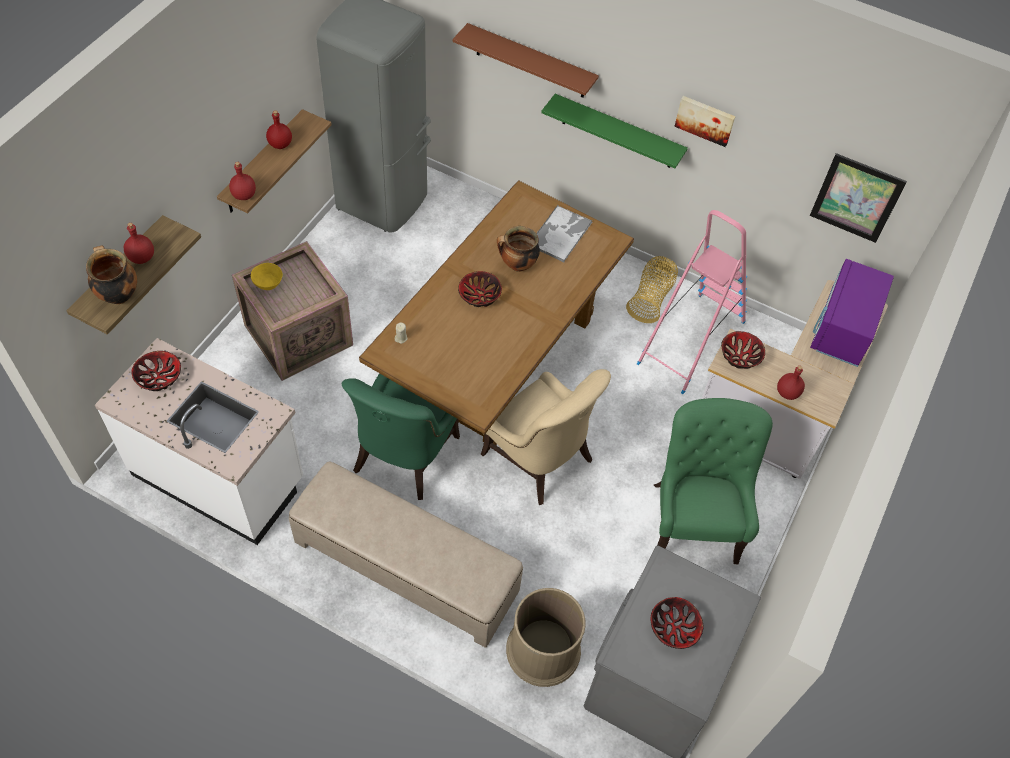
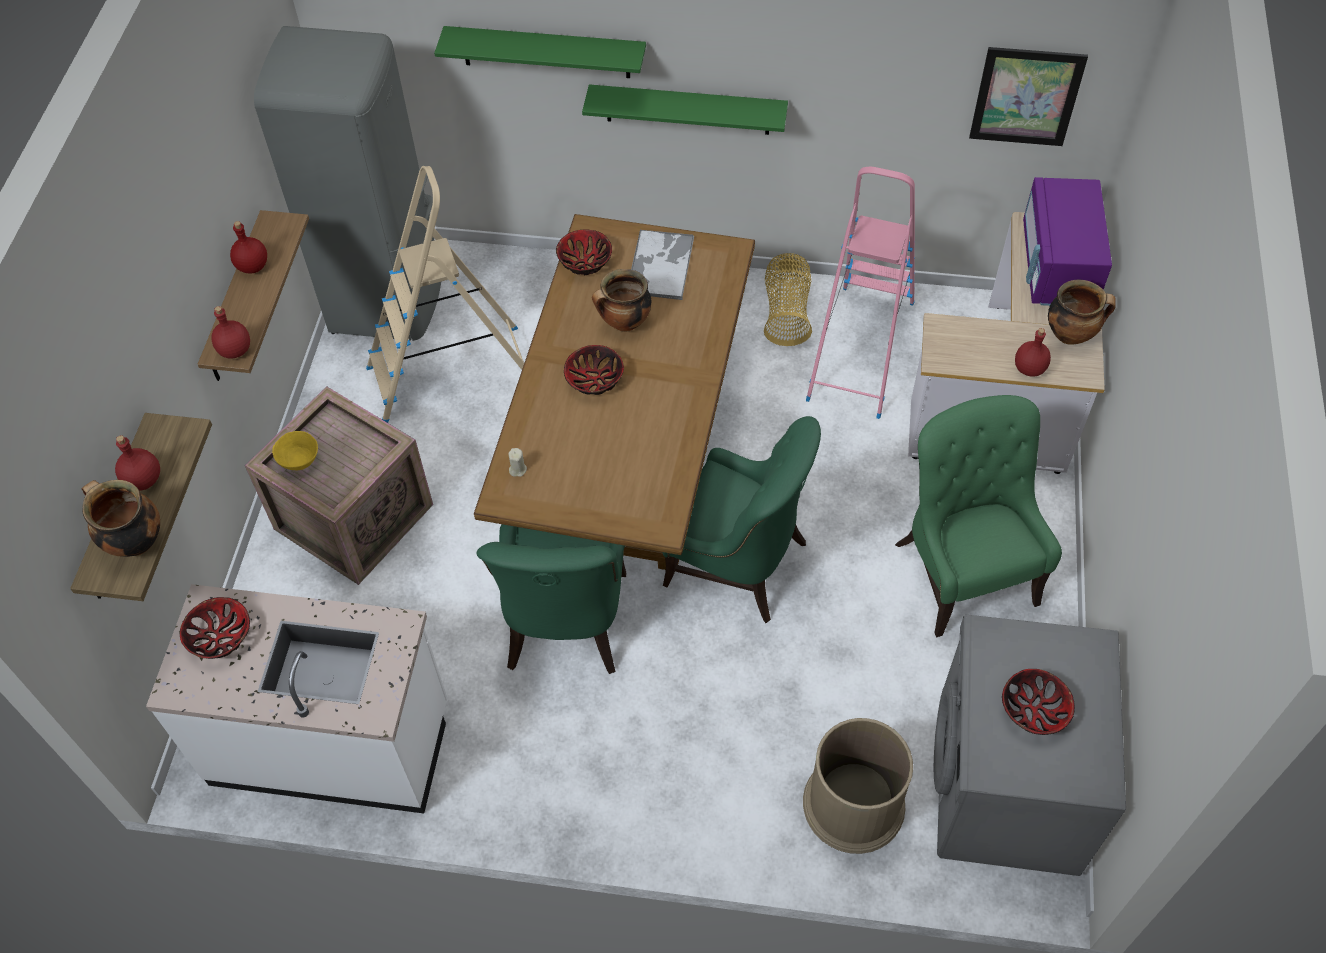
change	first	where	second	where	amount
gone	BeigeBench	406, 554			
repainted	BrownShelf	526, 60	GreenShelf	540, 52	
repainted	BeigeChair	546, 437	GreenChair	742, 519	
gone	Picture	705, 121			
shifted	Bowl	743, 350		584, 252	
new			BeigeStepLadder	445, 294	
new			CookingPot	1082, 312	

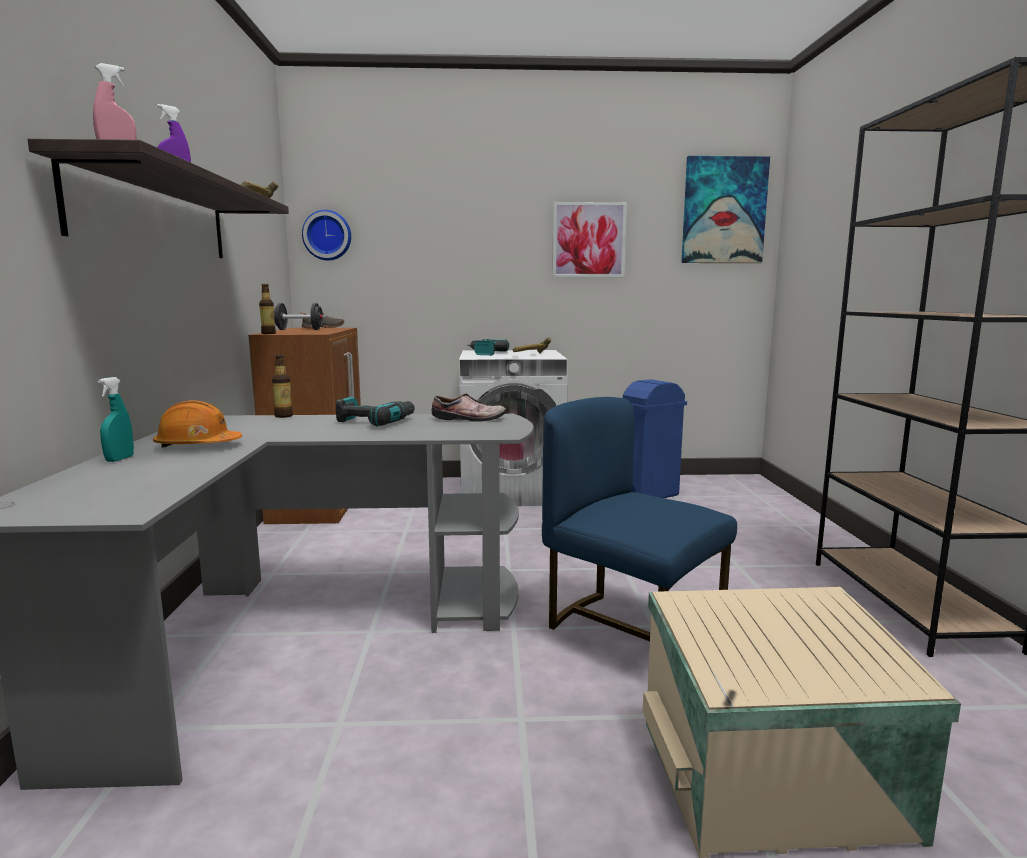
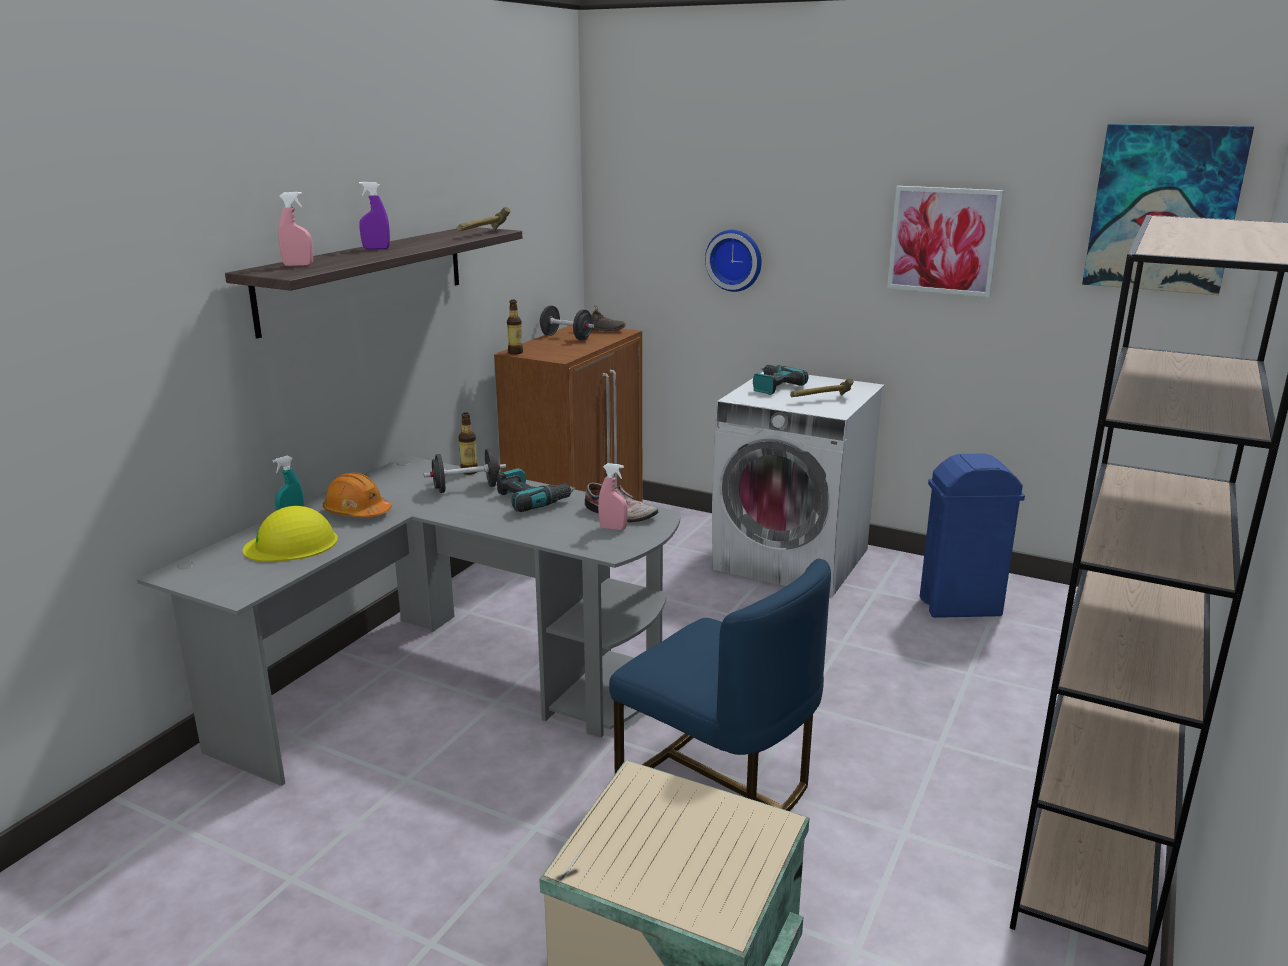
change	first	where	second	where	amount
shifted	WallClock	326, 235		733, 261	
rotated	BlueChair	639, 519		720, 685	150 degrees clockwise
new			YellowHardHat	290, 534	
new			BlackDumbbell	465, 471	
new			PinkSprayBottle	613, 496	

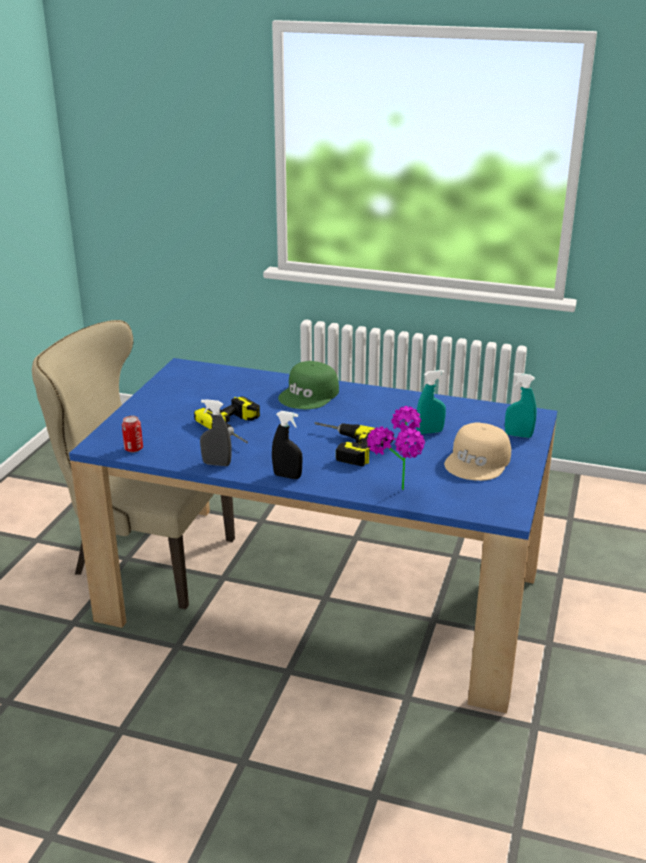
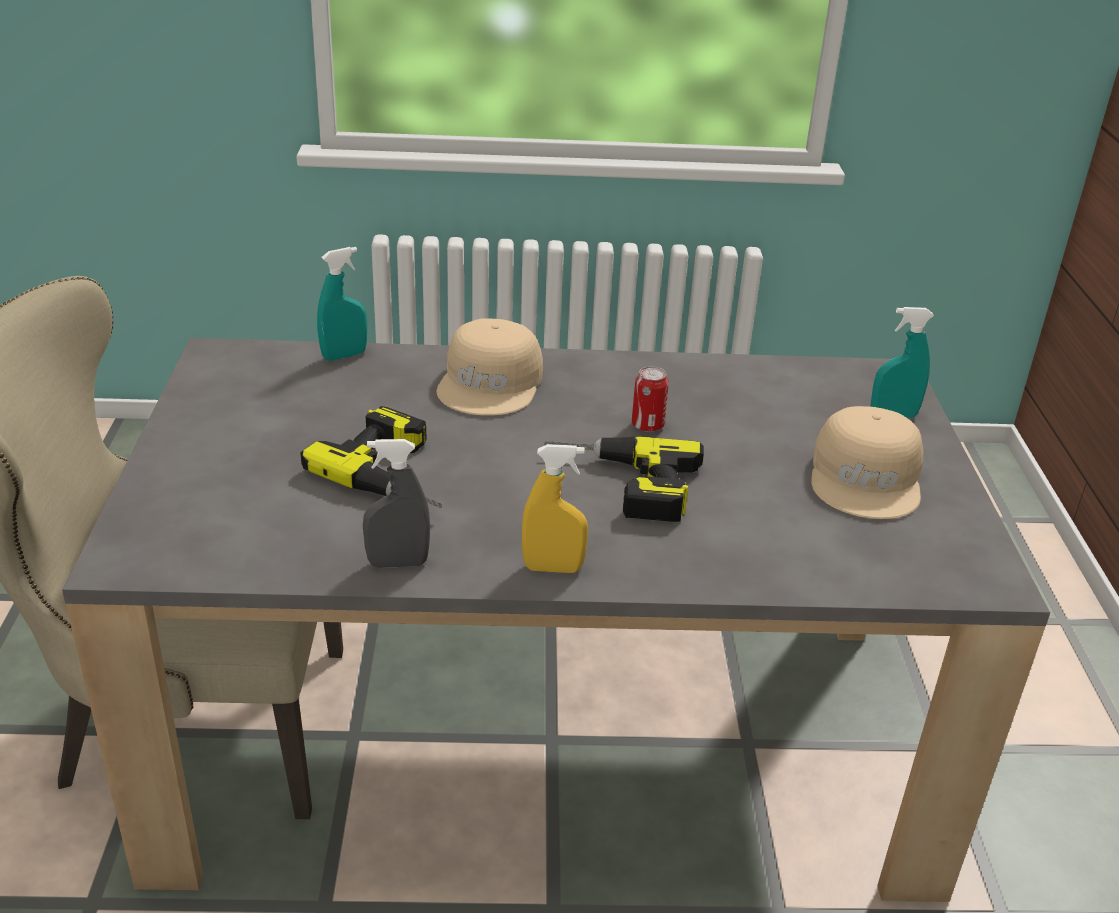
change	first	where	second	where	amount
repainted	BlueDiningTable	313, 535	GreyDiningTable	556, 620	
shifted	Can	132, 434		650, 399	
repainted	BlackSprayBottle	287, 445	YellowSprayBottle	555, 508	
repainted	GreenCap	308, 385	BeigeCap	489, 367	
gone	PottedPlant	396, 448			
shifted	TurquoiseSprayBottle	431, 402		342, 304	

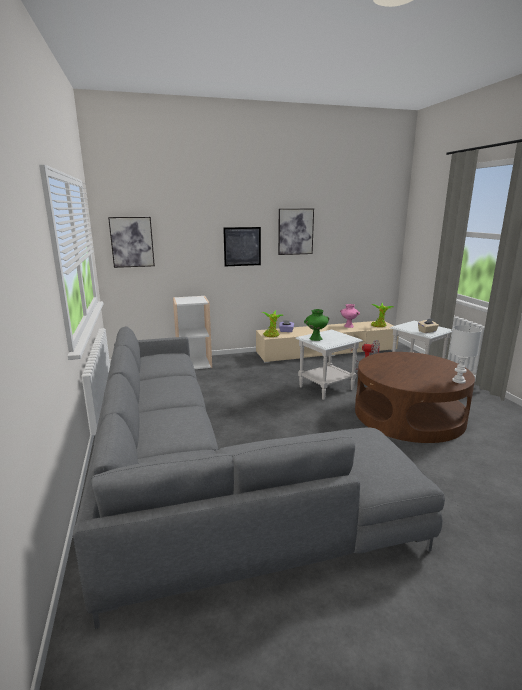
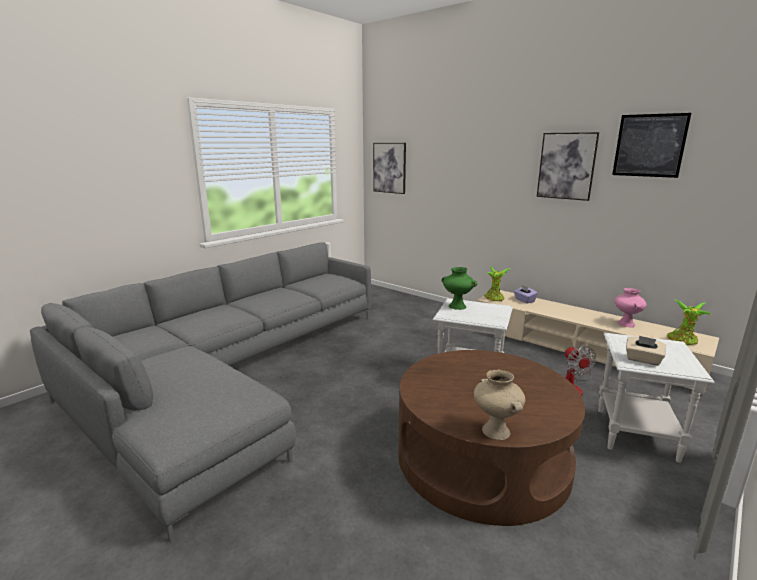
change	first	where	second	where	amount
gone	Bookcase	192, 332			
shifted	Picture	242, 246		651, 145	
swapped	WhiteTableLamp	466, 354	BeigeVase	499, 405	

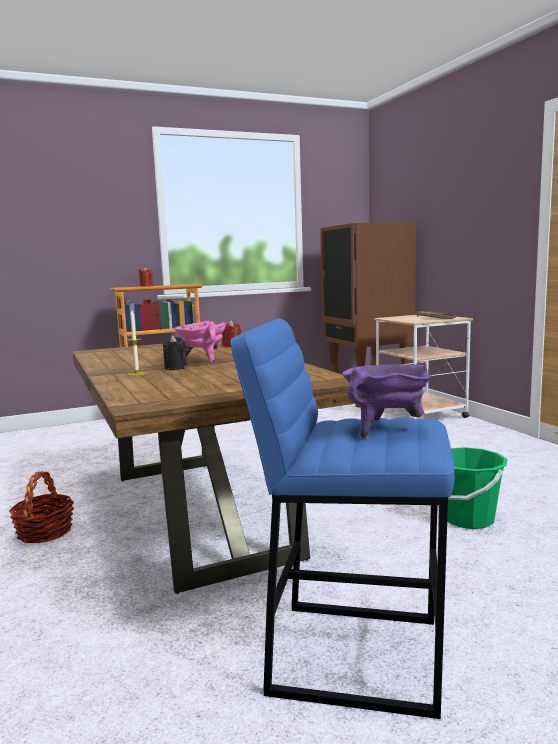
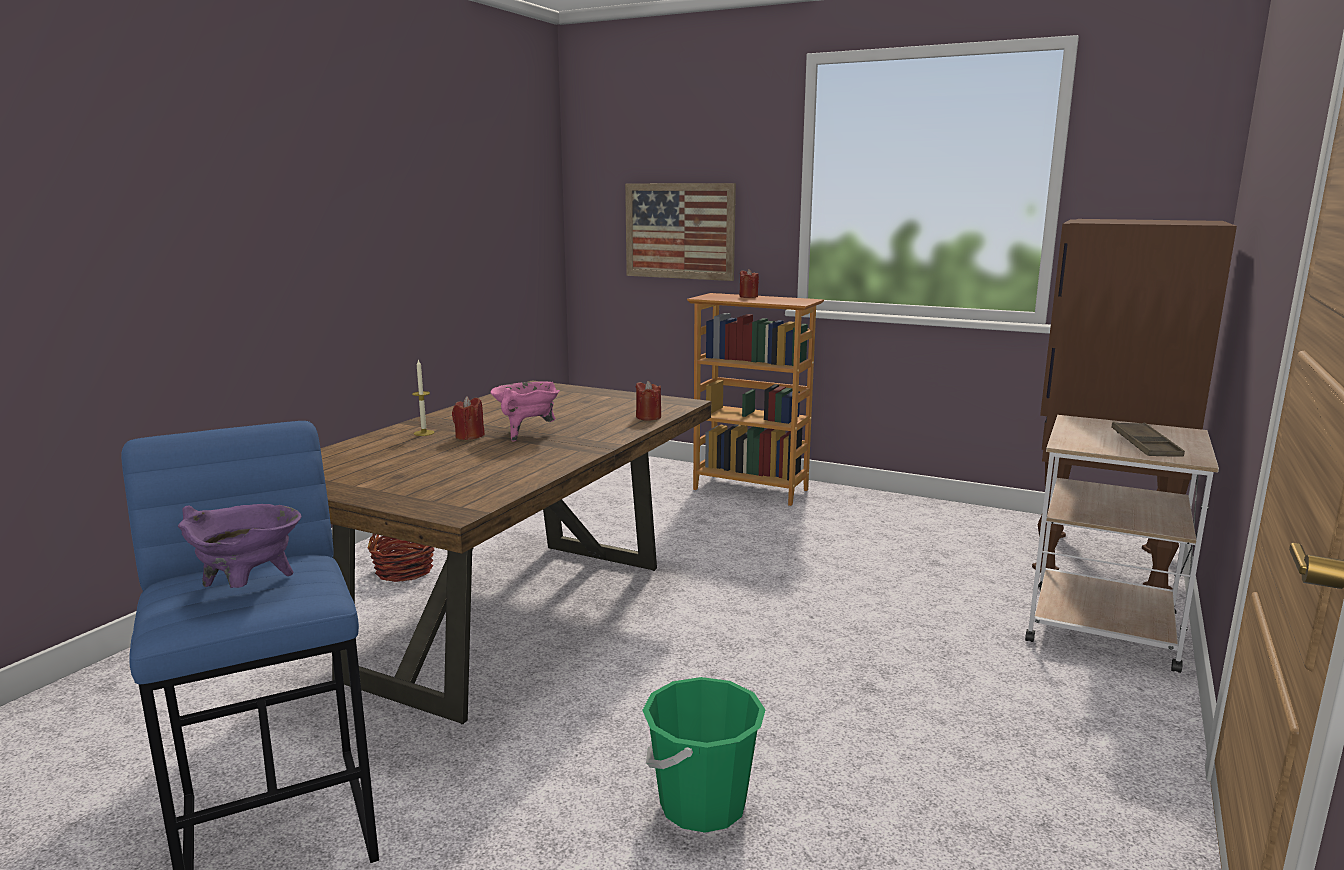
change	first	where	second	where	amount
repainted	BlackCandle	174, 353	RedCandle	468, 418	
new			Picture	680, 232	

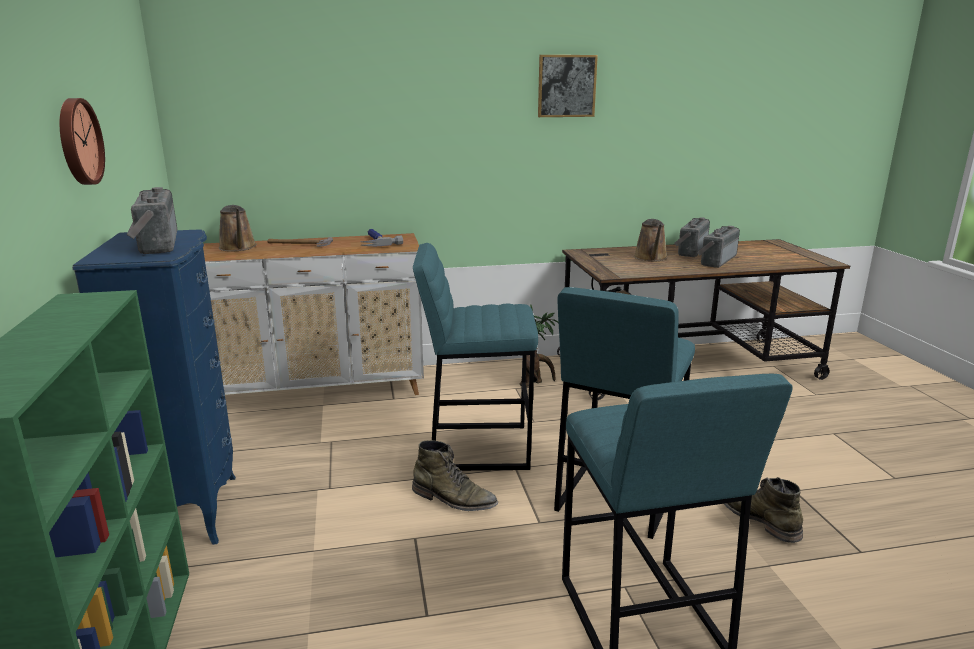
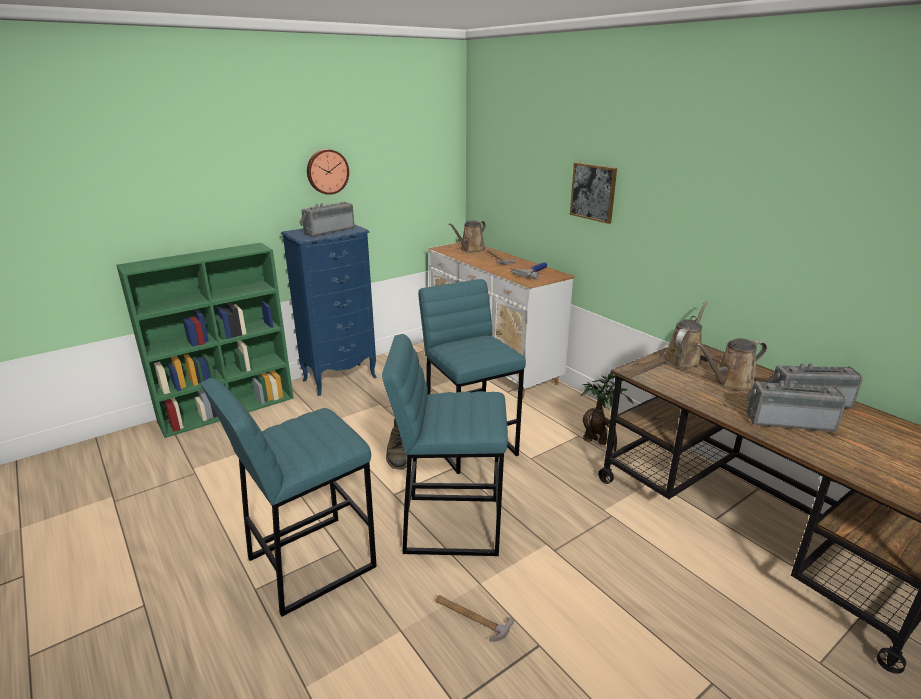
change	first	where	second	where	amount
shifted	Picture	568, 86		593, 193	
swapped	GreenBoot	763, 510	Hammer	475, 618	
new			BrownWateringCan	685, 334	

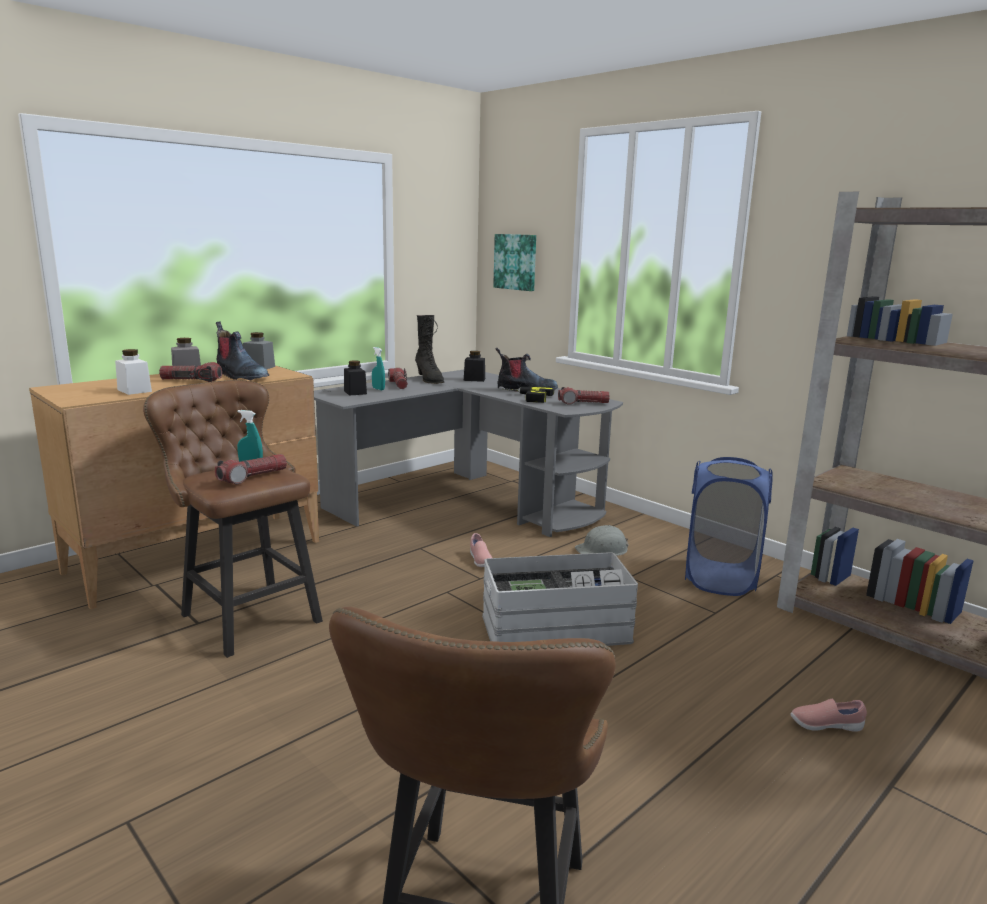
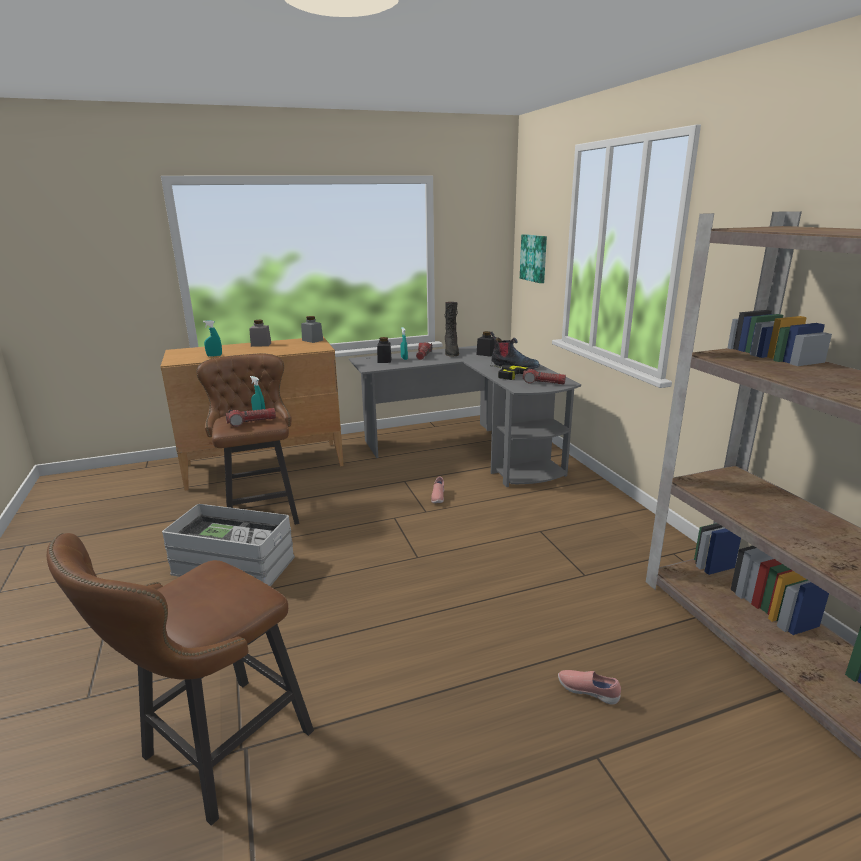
change	first	where	second	where	amount
swapped	WhiteJar	133, 372	TurquoiseSprayBottle	212, 338	
gone	Flashlight	190, 372			
gone	Boot	242, 351			
shifted	GreyStorageBox	560, 599		228, 545	
gone	GreyHardHat	602, 540			
gone	BlueLaundryBasket	729, 526			

